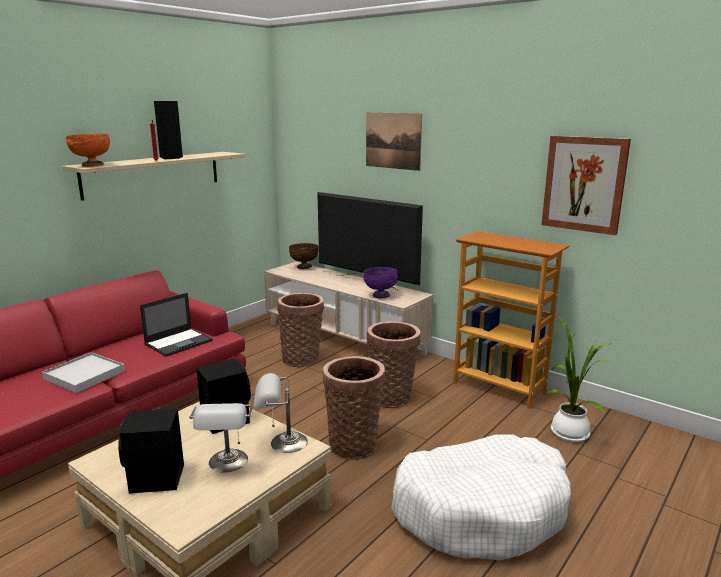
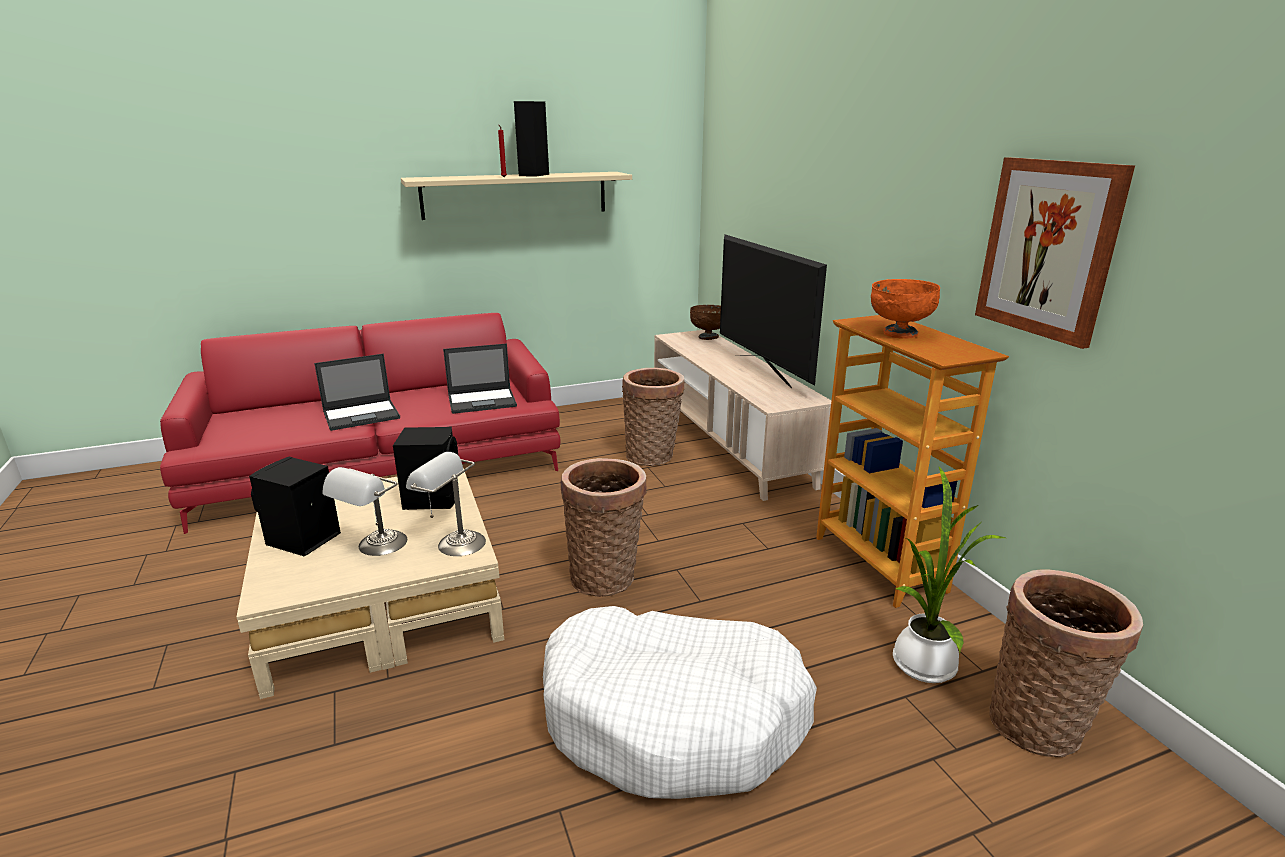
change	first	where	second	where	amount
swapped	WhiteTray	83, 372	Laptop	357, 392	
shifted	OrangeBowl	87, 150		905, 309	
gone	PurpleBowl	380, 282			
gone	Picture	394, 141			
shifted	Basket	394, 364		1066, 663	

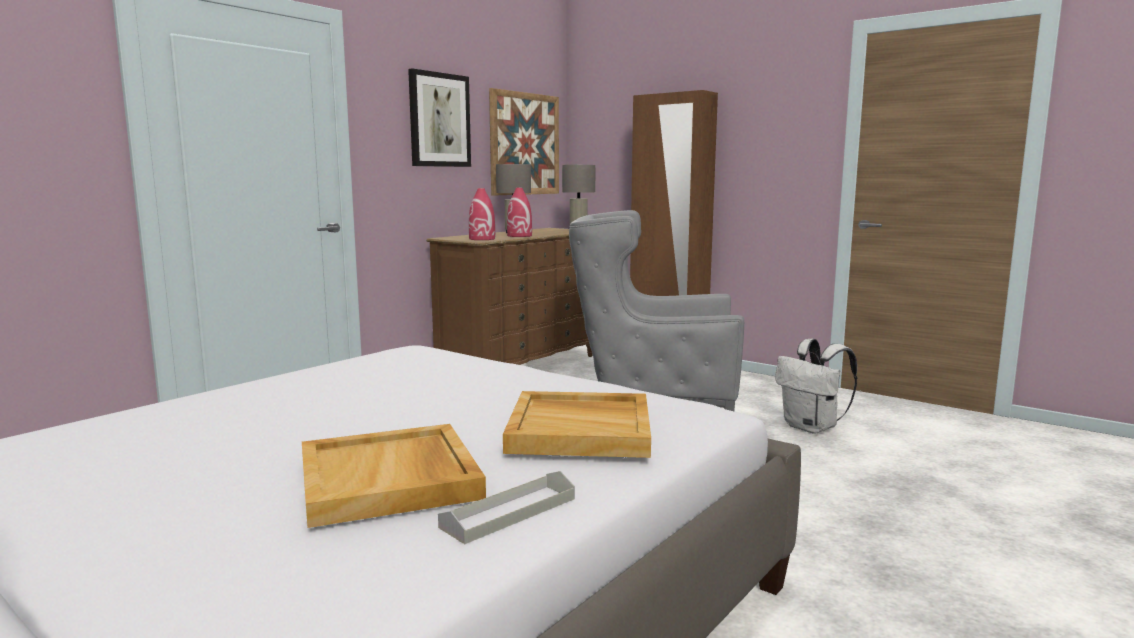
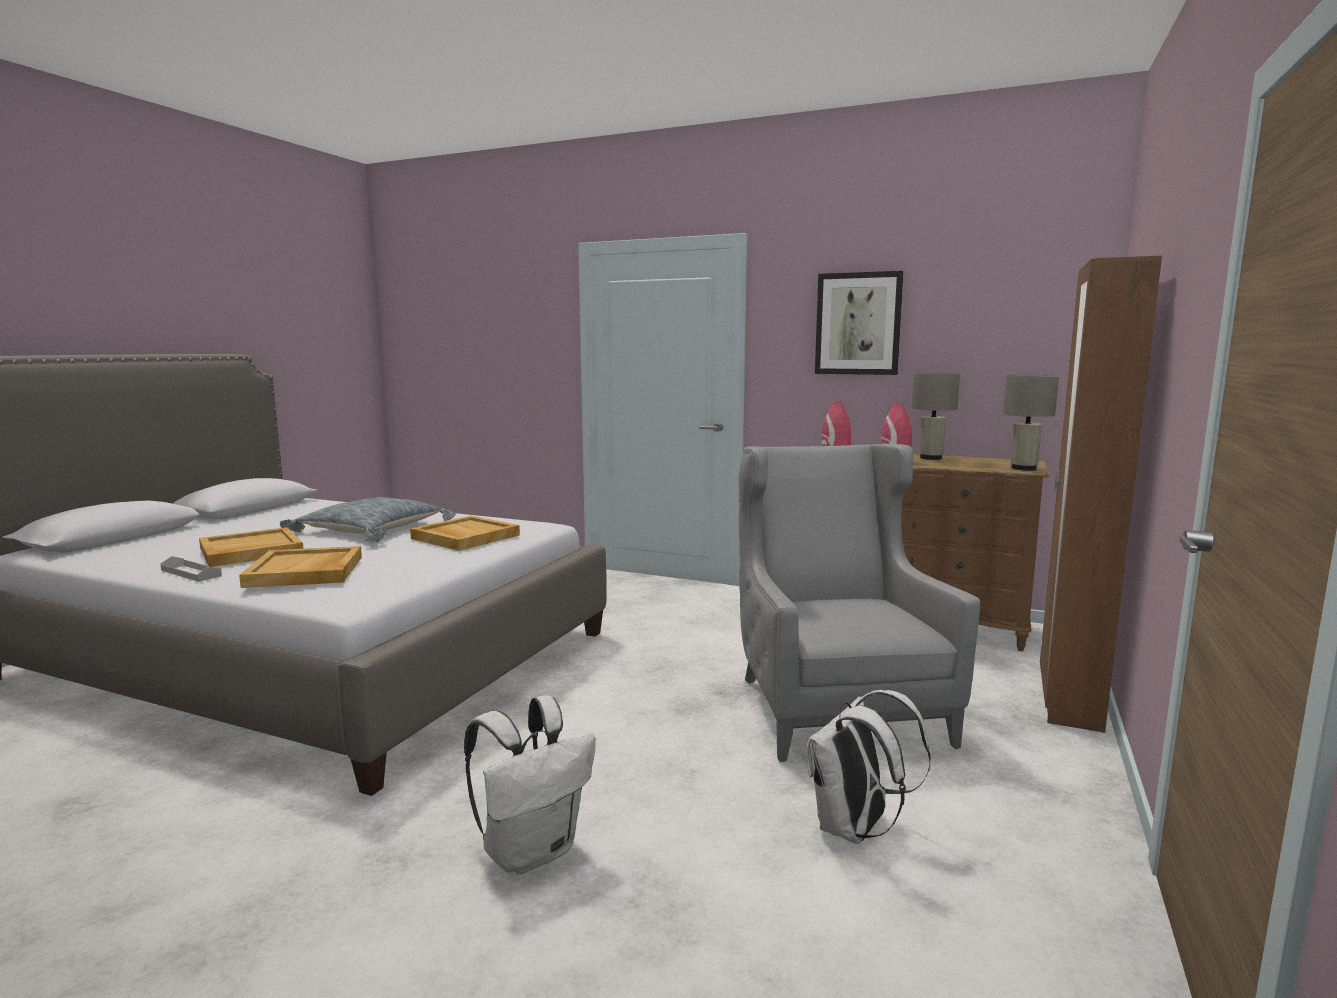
change	first	where	second	where	amount
gone	Picture	524, 142			
new			Pillow	368, 519	
new			BeigeTray	465, 533	
new			WhiteBackpack	530, 785	

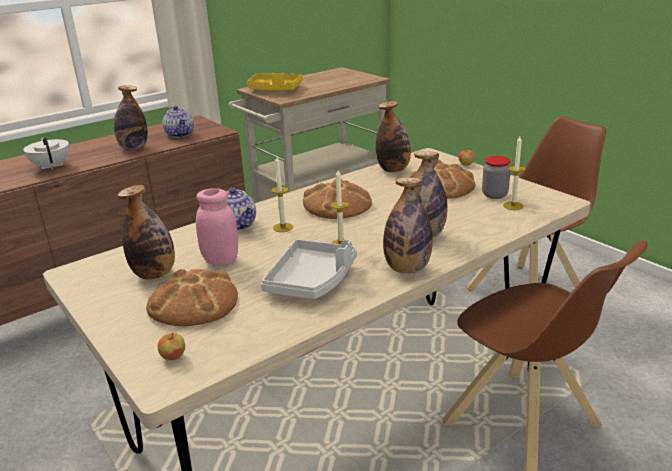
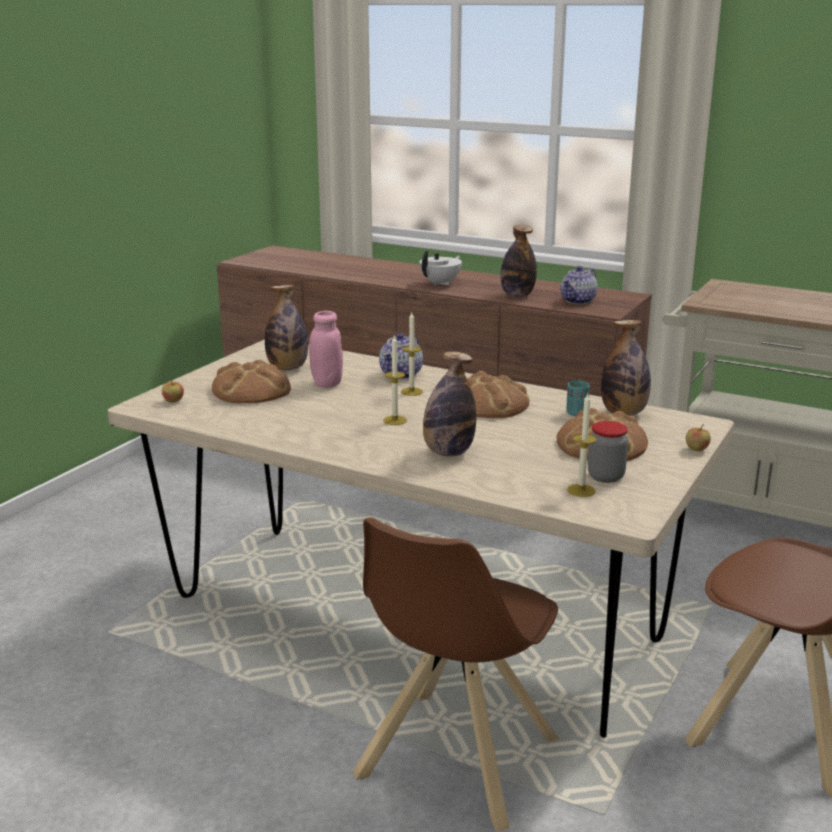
change	first	where	second	where	amount
gone	YellowTray	275, 82			
gone	GreyTray	309, 269			
gone	Bottle	408, 225			
new			TurquoiseCup	578, 398	

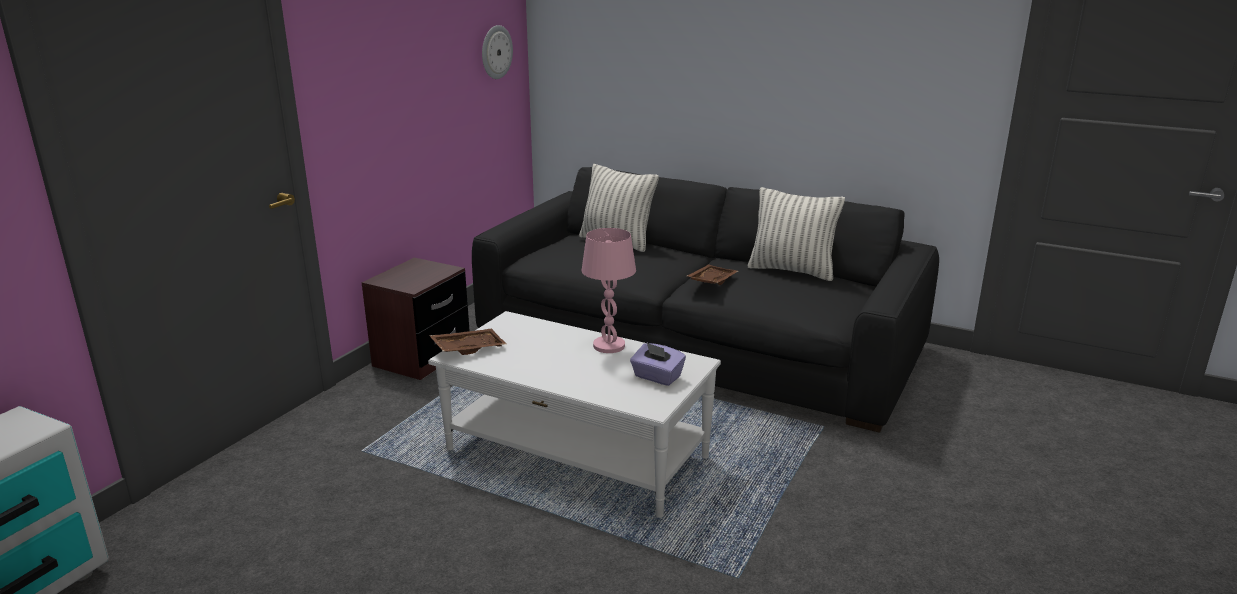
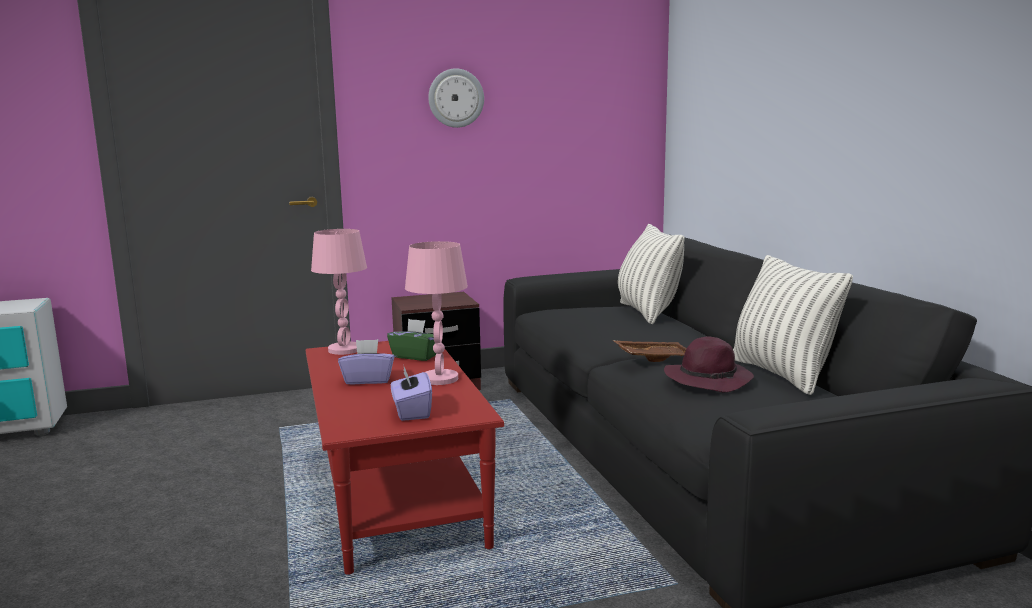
change	first	where	second	where	amount
repainted	WhiteCoffeeTable	574, 414	RedCoffeeTable	405, 458	
swapped	BrownTray	468, 342	PinkTableLamp	339, 292	
shifted	WallClock	497, 52		456, 98	
new			PurpleTissueBox	366, 361	
new			GreenTissueBox	411, 340	
new			PurpleHat	709, 364	

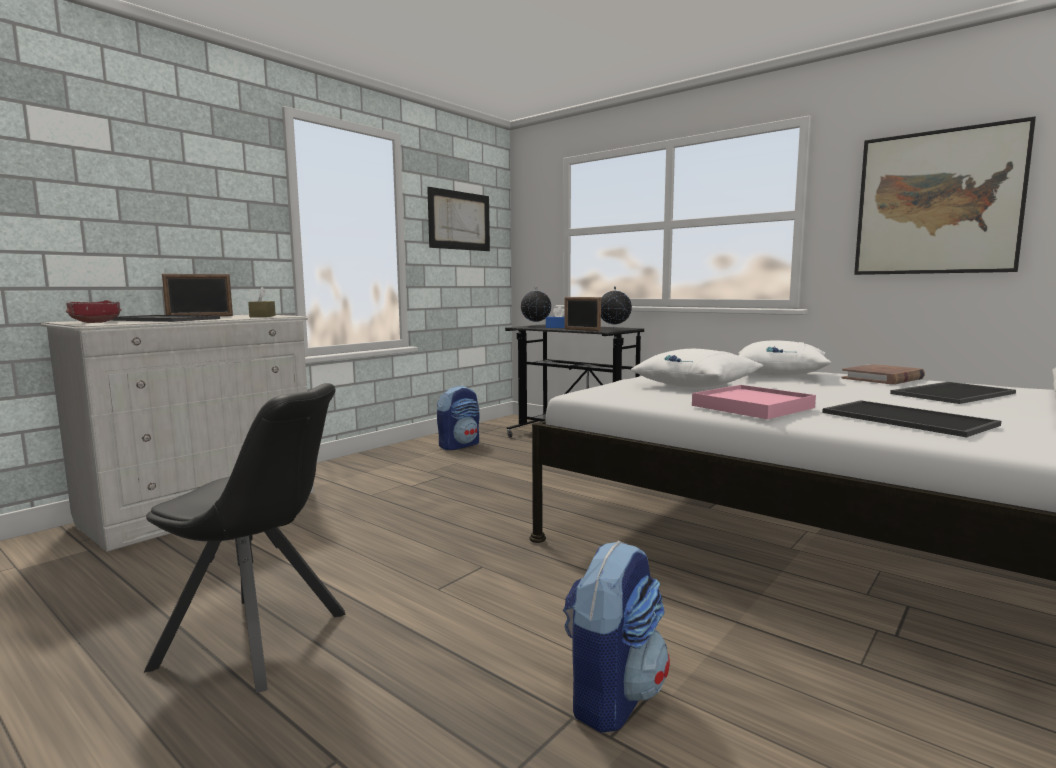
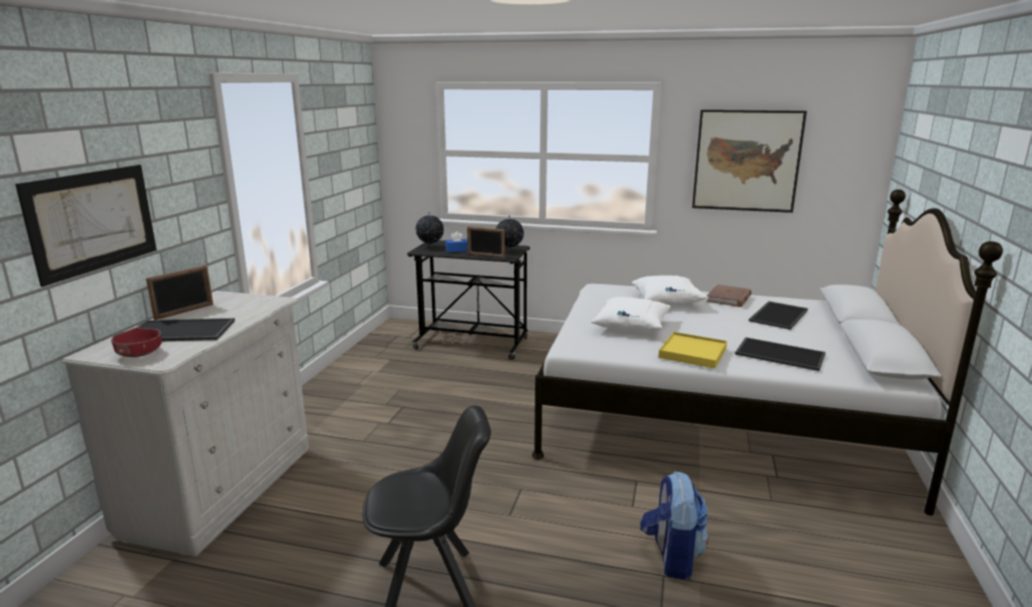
change	first	where	second	where	amount
gone	BrownTissueBox	262, 302			
shifted	Picture	458, 219		86, 226	
gone	Backpack	458, 417			
repainted	PinkTray	754, 402	YellowTray	692, 350	

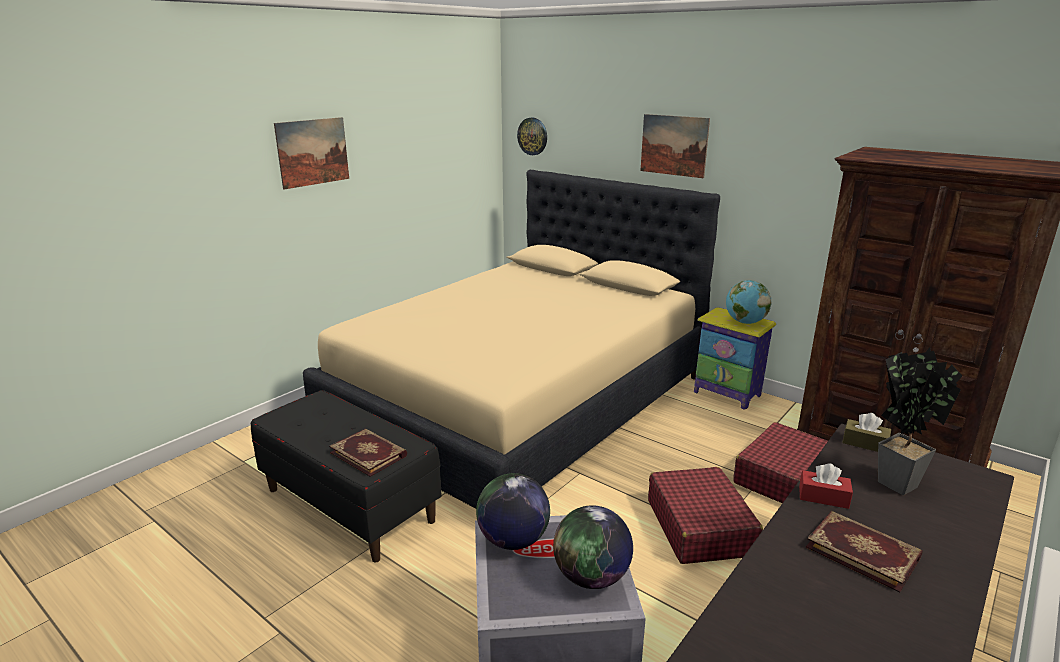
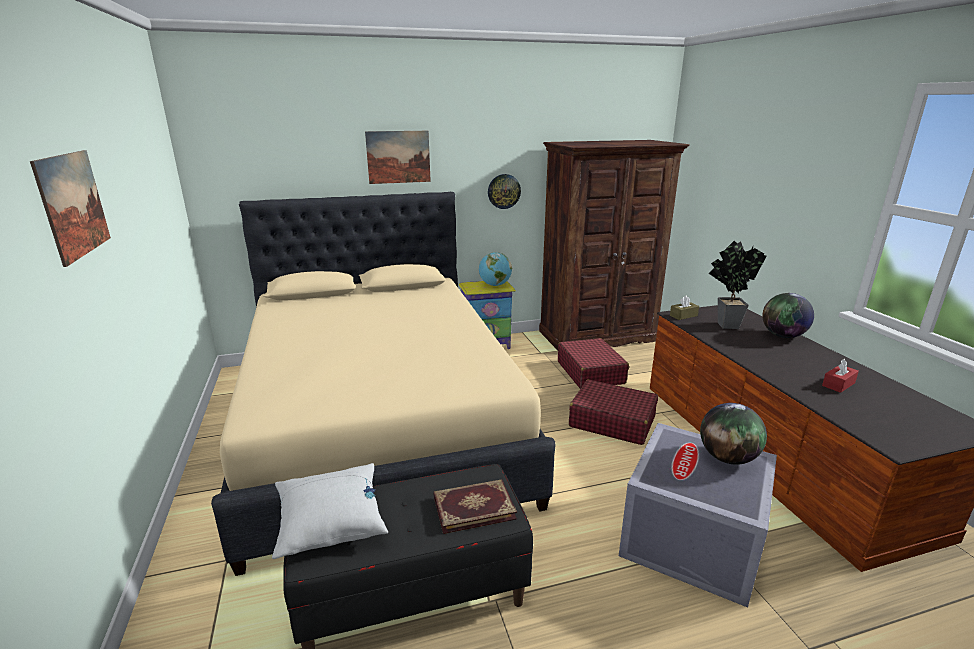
change	first	where	second	where	amount
shifted	Globe	513, 511		788, 315	
shifted	WallClock	532, 136		504, 191	
shifted	RedTissueBox	826, 486		840, 376	
gone	Book	864, 551			
new			GreyPillow	330, 511	

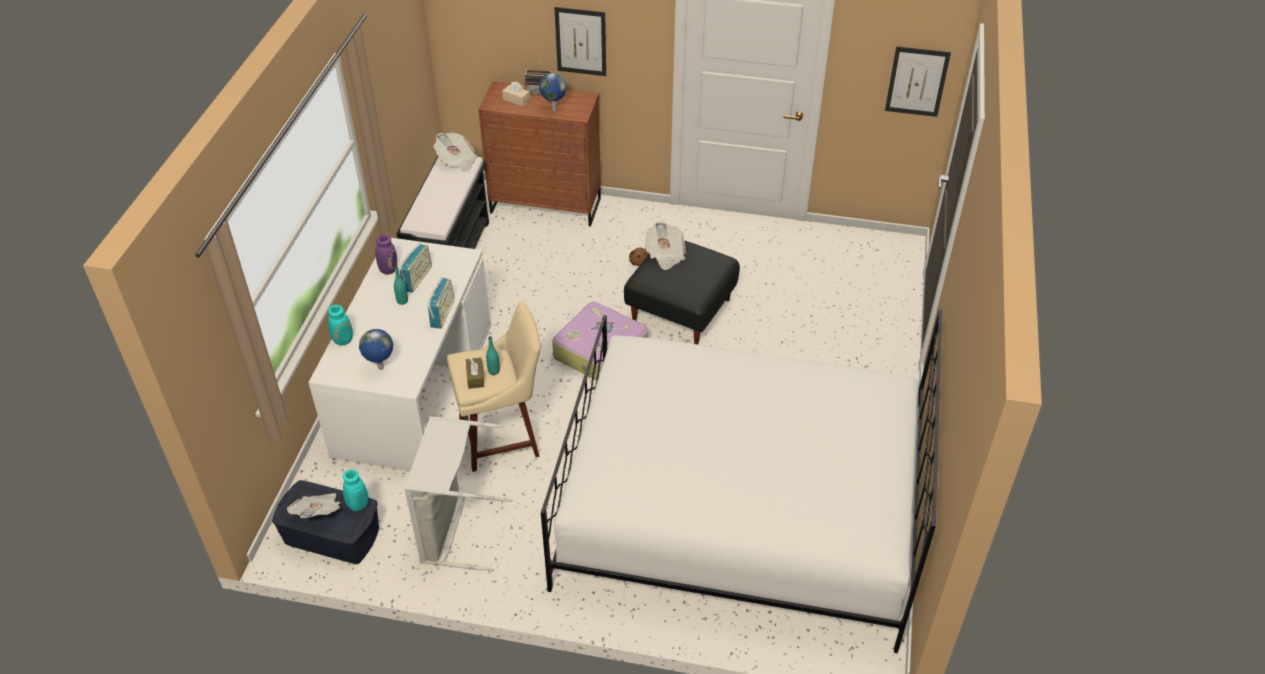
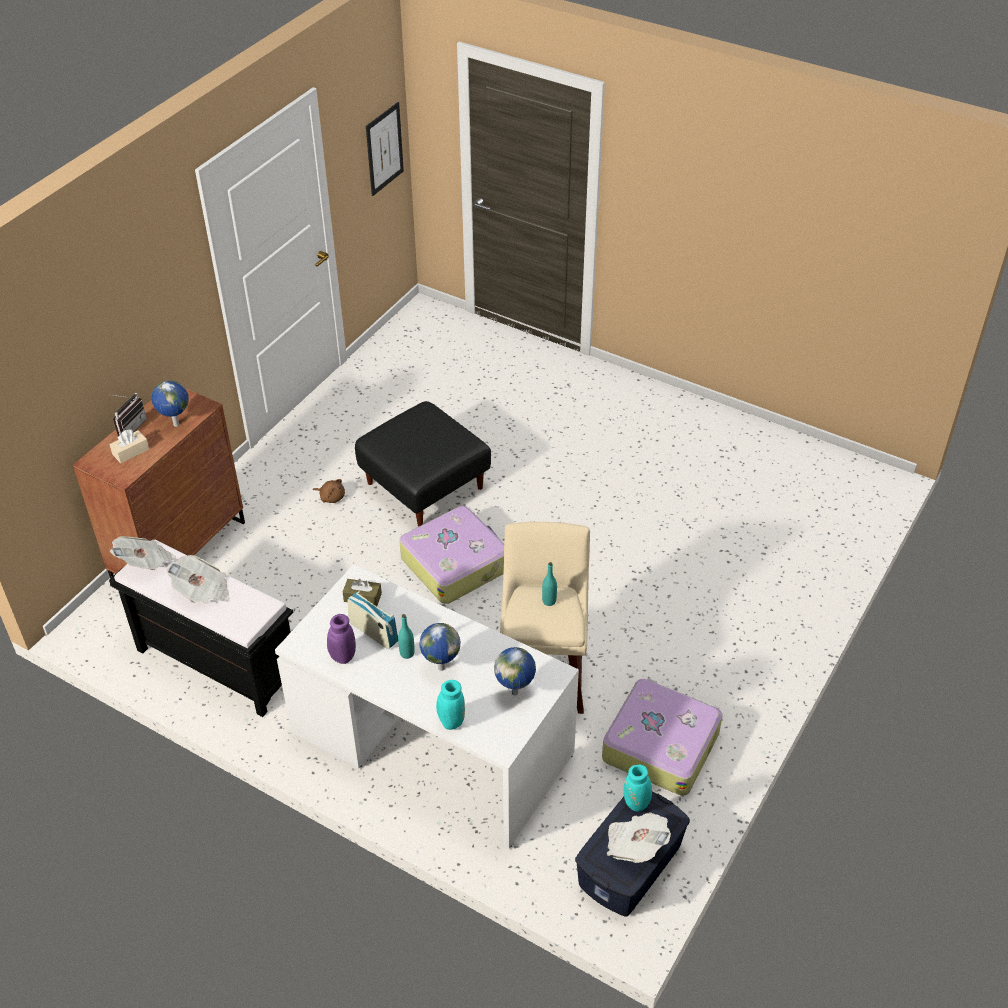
change	first	where	second	where	amount
swapped	GreyLaundryBasket	458, 493	Suitcase	662, 737	
gone	Radio	441, 303			
shifted	BrownTissueBox	475, 373		362, 592	
gone	WhiteBed	741, 481			
gone	Picture	580, 41			
shifted	Newspaper	665, 246		198, 579	
new			Globe	440, 647	

